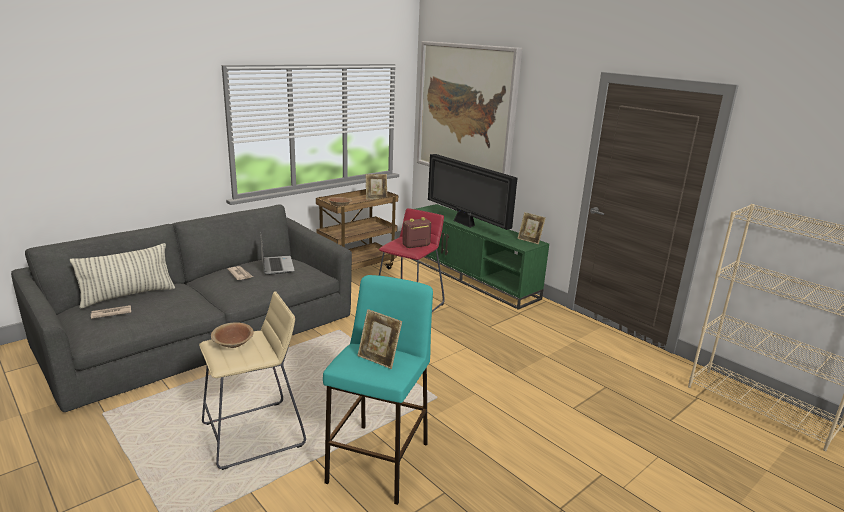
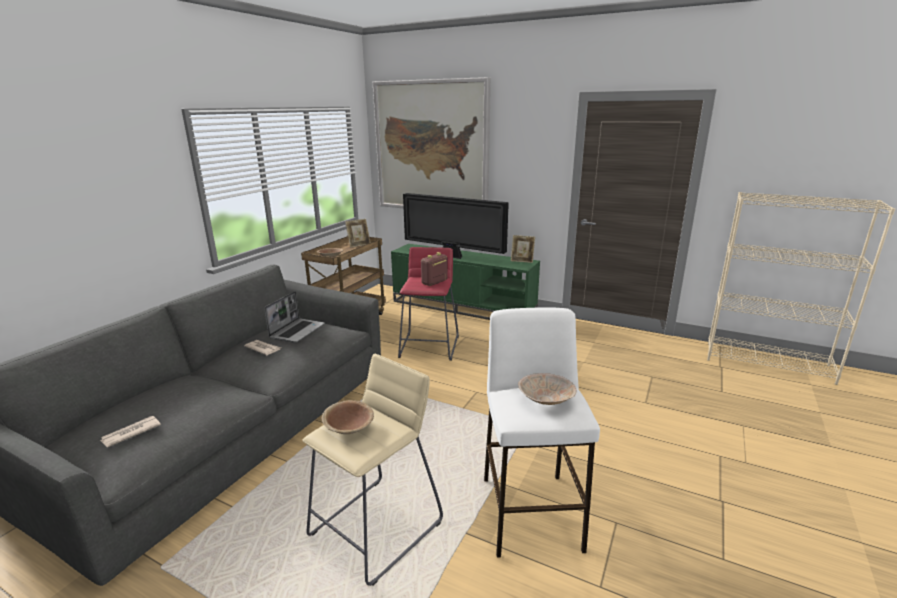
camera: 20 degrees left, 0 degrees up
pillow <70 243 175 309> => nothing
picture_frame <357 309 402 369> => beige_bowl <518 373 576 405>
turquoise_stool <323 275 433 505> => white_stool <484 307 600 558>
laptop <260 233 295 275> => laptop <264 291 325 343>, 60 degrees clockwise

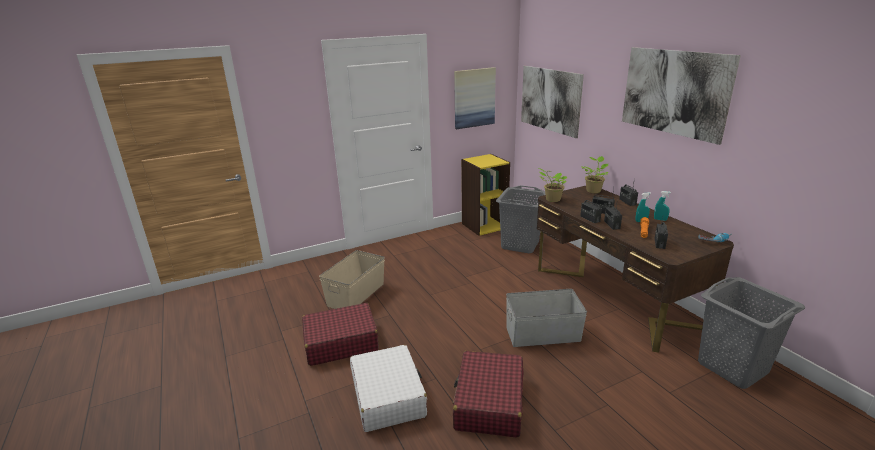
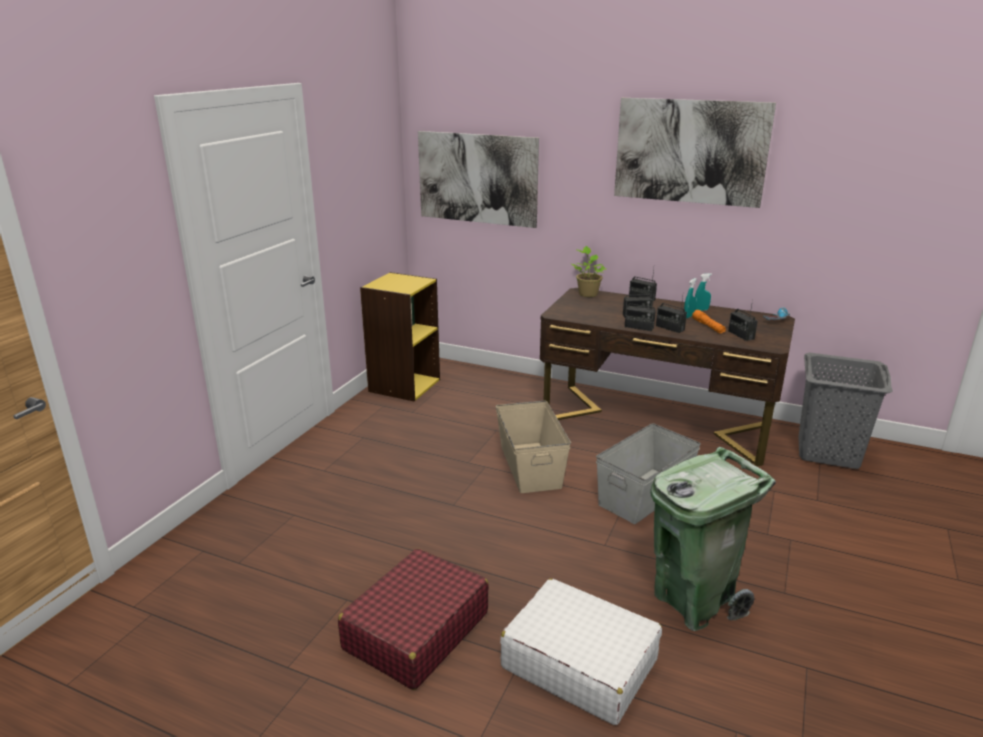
camera: 40 degrees left, 0 degrees up
picture <454 67 496 129> => nothing
grey_laundry_basket <496 185 546 253> => nothing
potted_plant <538 168 567 202> => nothing
beige_storage_box <319 250 385 309> => beige_storage_box <495 401 571 493>, moved
red_suitcase <453 351 524 438> => green_trash_can <650 447 776 631>

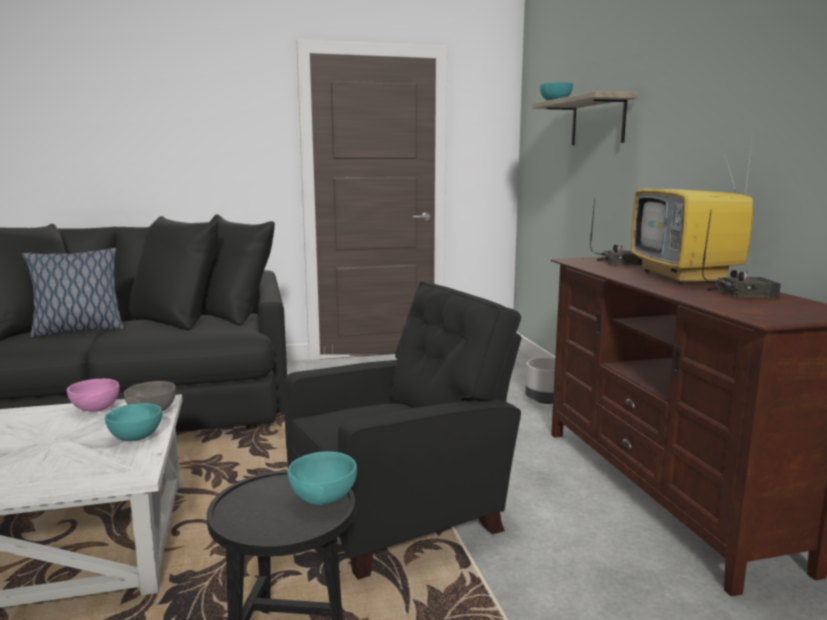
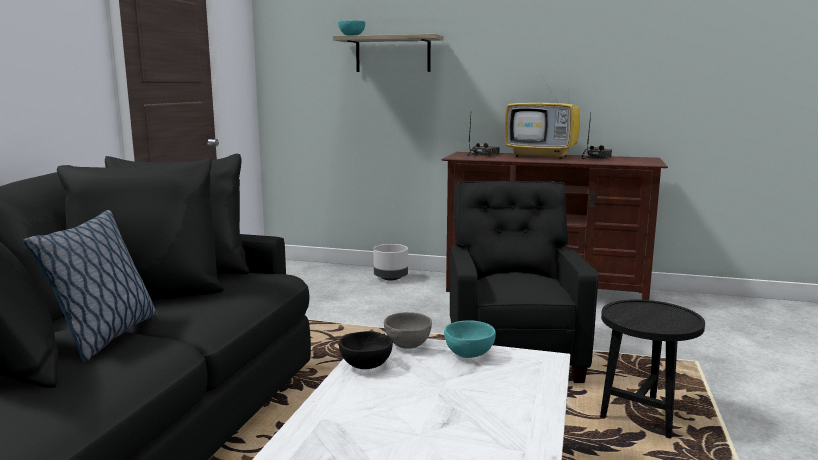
camera: 60 degrees left, 0 degrees up
turquoise_bowl <288 451 357 506> => nothing
pink_bowl <67 379 120 412> => black_bowl <339 331 393 369>

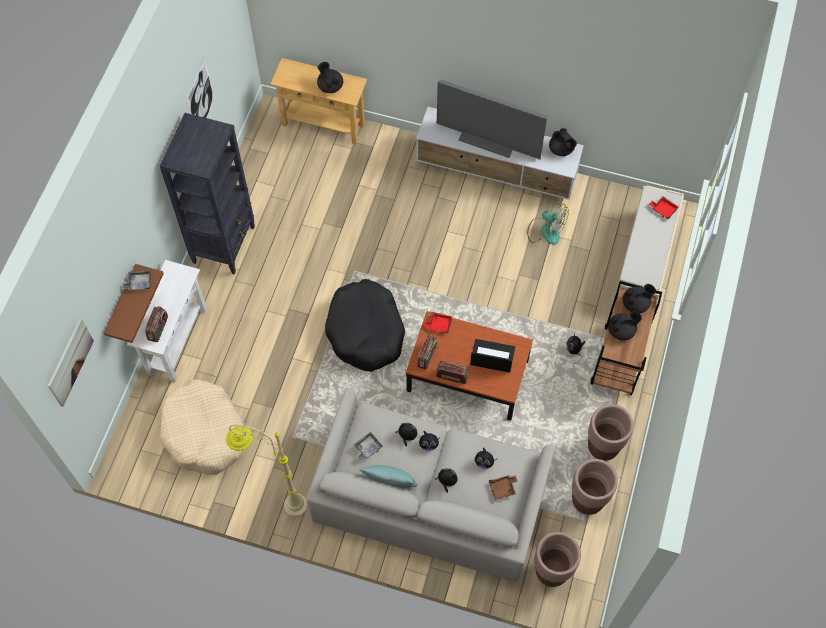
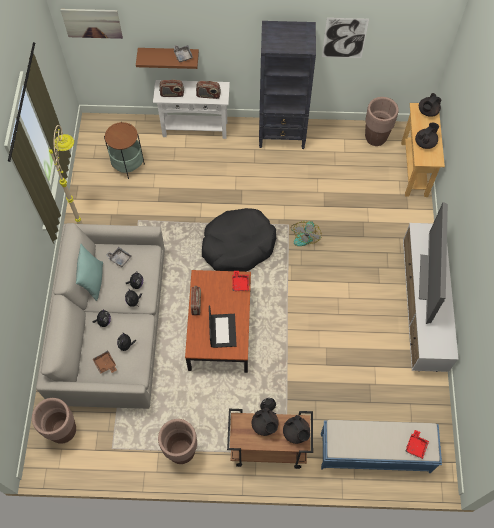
camera: 75 degrees right, 0 degrees up
radio <417 335 437 370> => radio <196 81 221 99>, moved
fan <527 204 569 245> => fan <291 221 322 246>, moved
black_teapot <549 128 577 156> => black_teapot <419 93 441 117>, moved
brown_planter <572 459 618 515> => brown_planter <365 97 399 146>, moved
beige_dog_bed <160 379 245 475> => side_table <104 122 145 179>
beige_bench <613 186 684 306> => blue_bench <321 420 442 473>

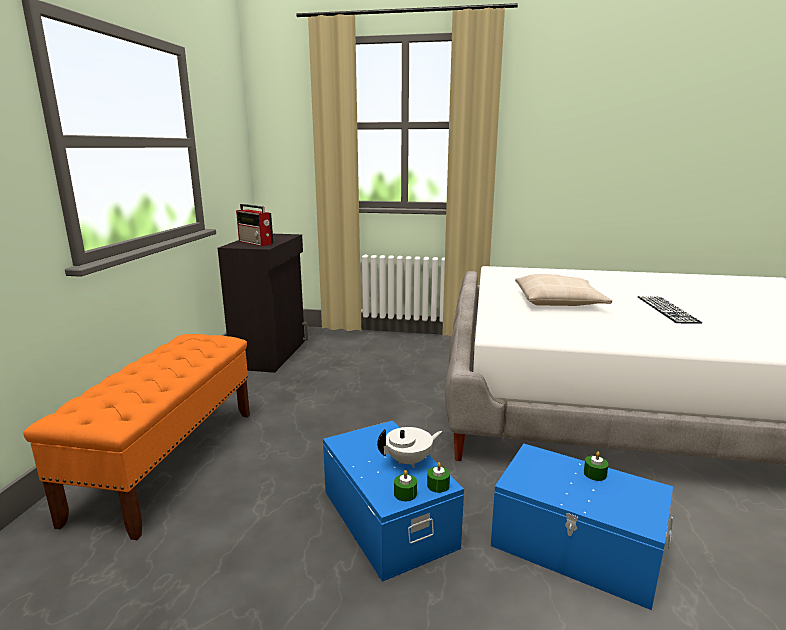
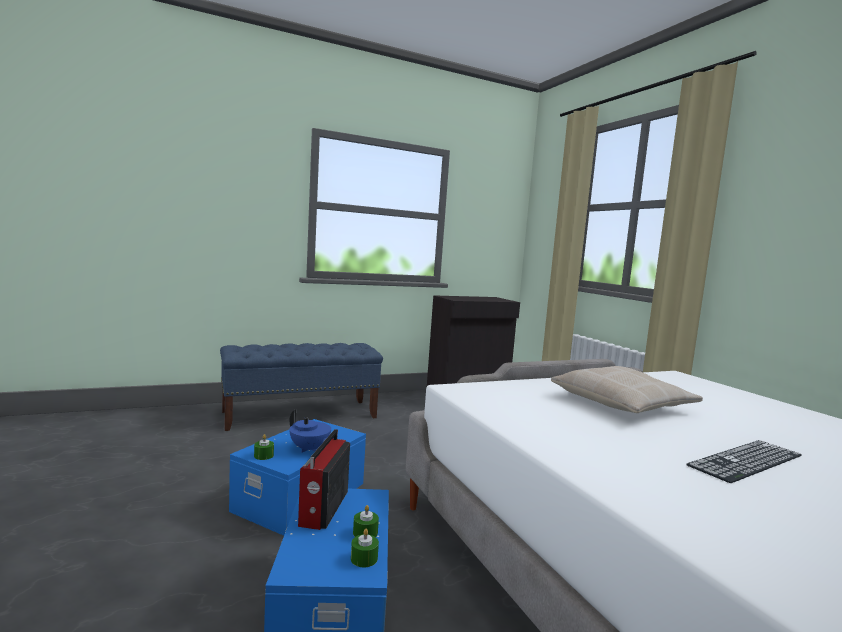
camera: 55 degrees right, 10 degrees down
radio <236 204 273 246> => radio <298 429 350 530>, moved
green_candle <427 462 450 493> => green_candle <351 528 379 567>, moved
orange_bench <23 334 250 540> => blue_bench <220 343 383 431>
white_teapot <377 427 442 468> => blue_teapot <289 410 334 453>

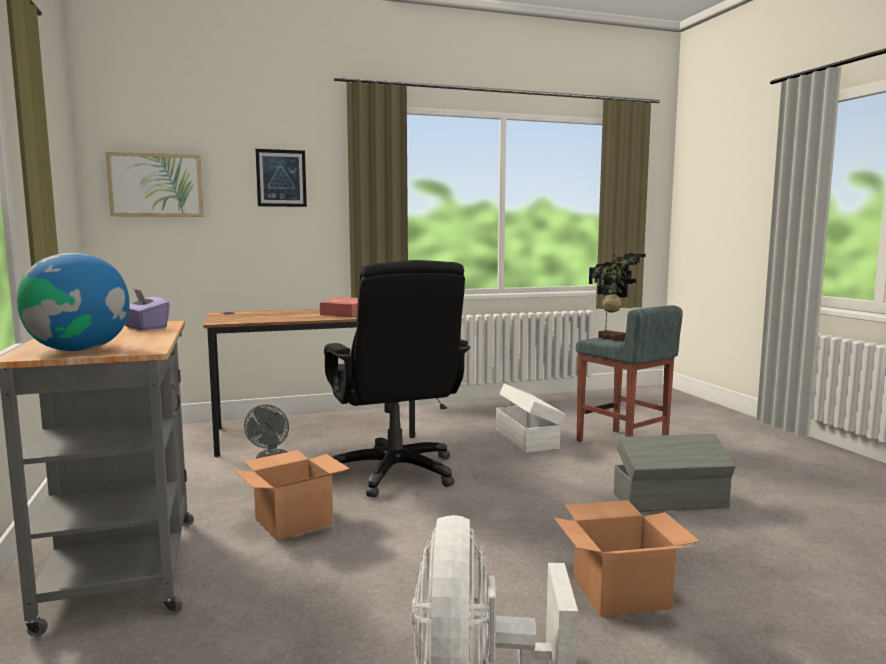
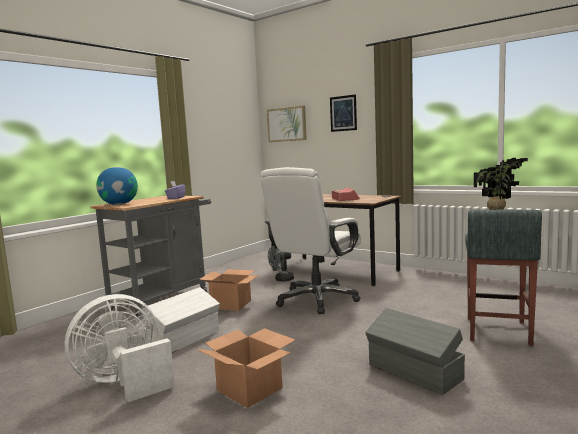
camera: 55 degrees right, 0 degrees up
white_storage_box <496 384 565 453> => white_storage_box <143 287 220 353>, moved
black_office_chair <324 260 471 497> => white_office_chair <260 167 361 314>

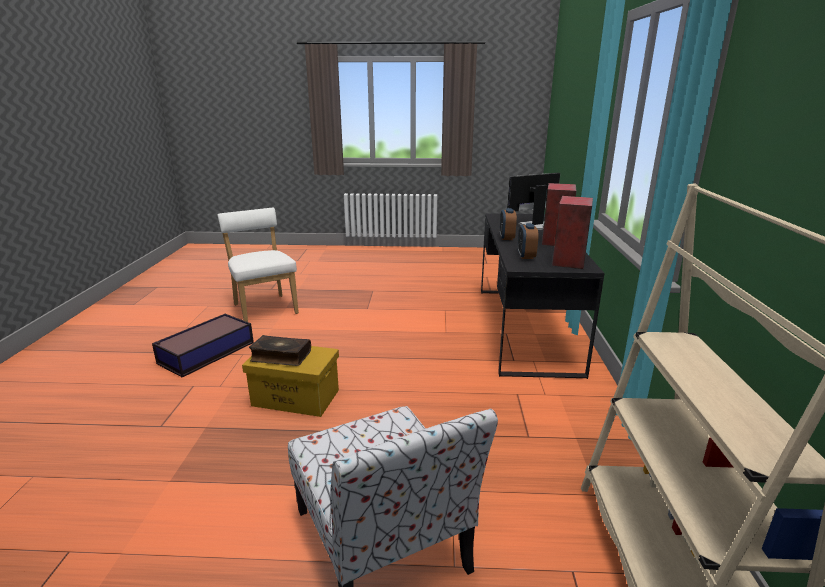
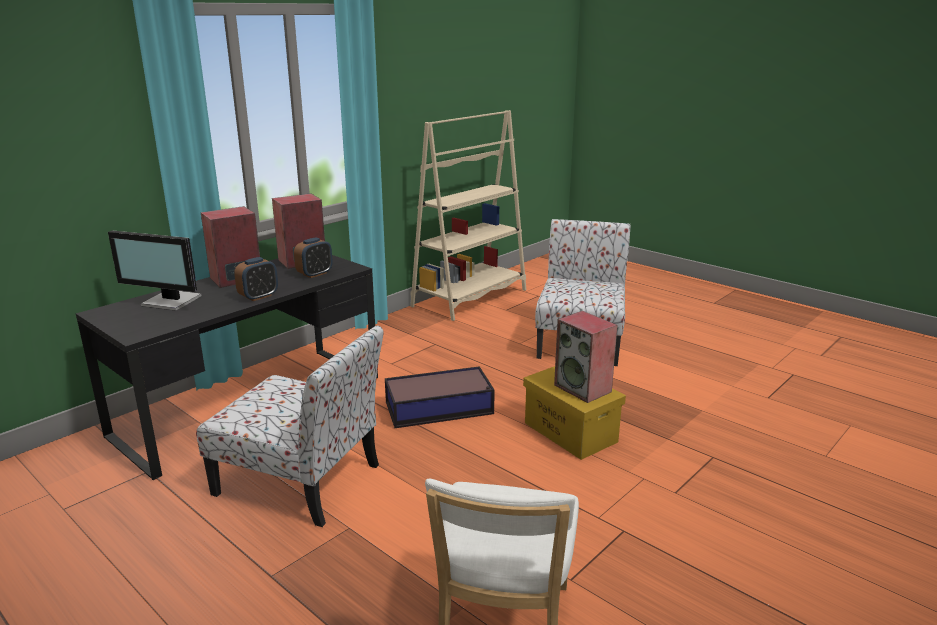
camera: 140 degrees left, 0 degrees up
nothing => chair <196 326 383 527>
storage_box <152 314 254 377> => storage_box <385 366 495 428>, moved
book <249 335 311 366> => speaker <554 311 618 403>

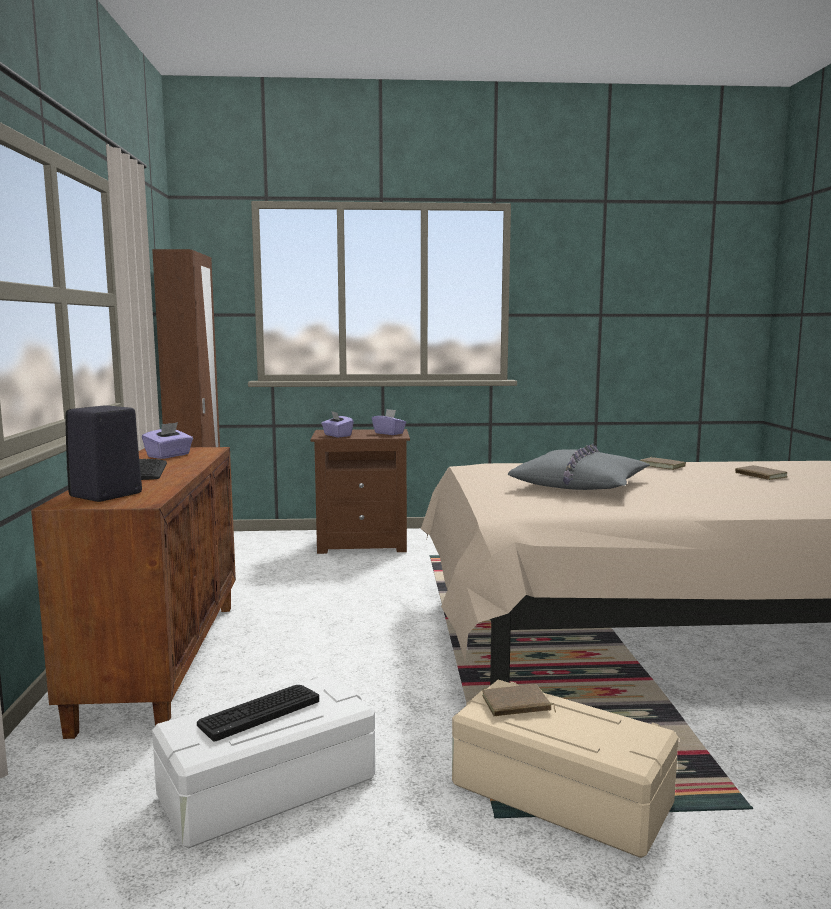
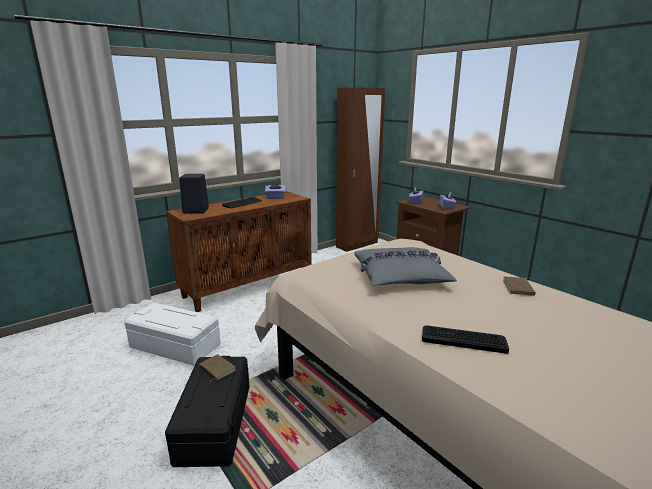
camera: 55 degrees right, 10 degrees up
brown_book <735 465 787 480> => nothing
keyboard <197 685 319 741> => keyboard <422 326 509 354>, moved
beige_storage_box <452 680 678 858> => black_storage_box <165 356 250 467>

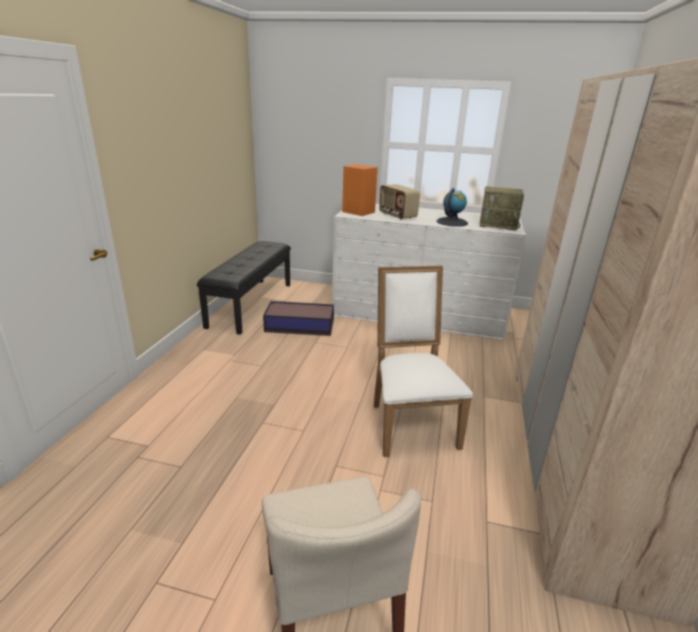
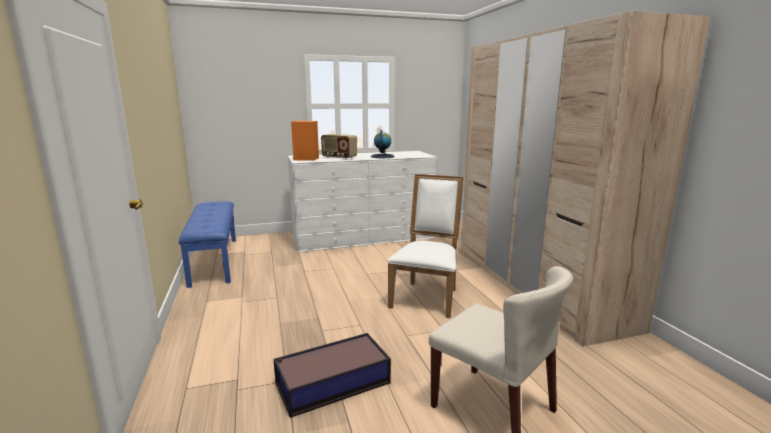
camera: 30 degrees left, 10 degrees down
radio <480 186 524 231> => nothing
storage_box <263 301 334 336> => storage_box <273 333 391 418>, moved
black_bench <197 241 291 335> => blue_bench <179 201 236 288>
white_chair <374 265 473 457> => white_chair <387 174 464 318>, 60 degrees clockwise

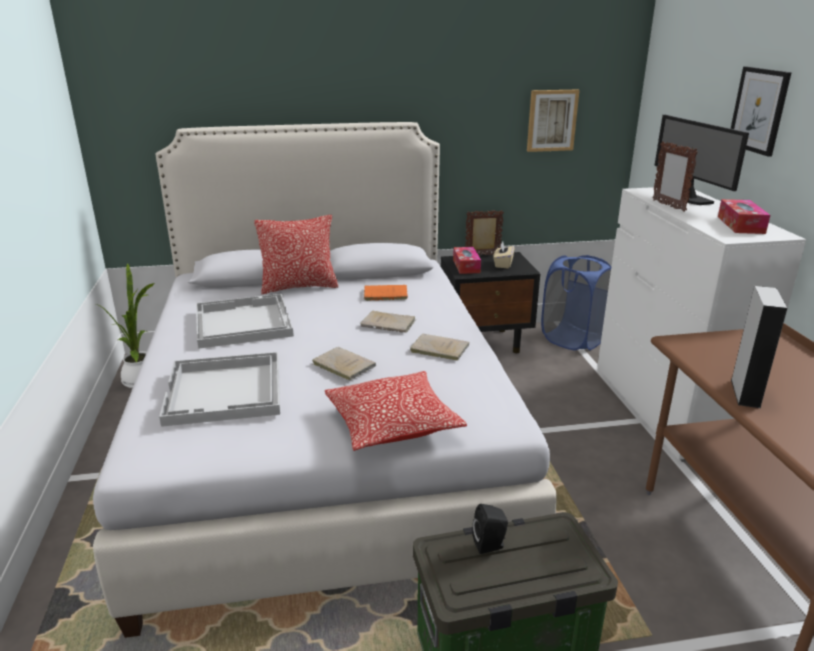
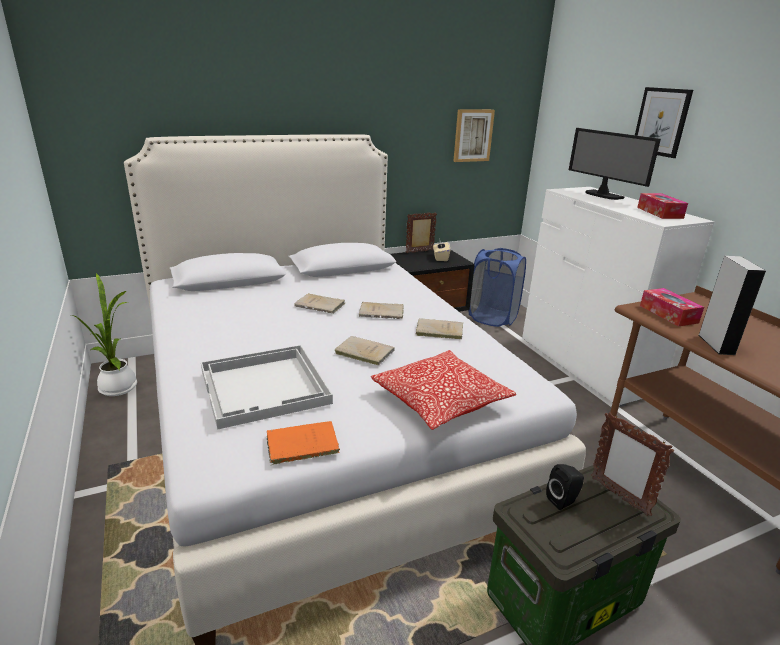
camera: 15 degrees left, 0 degrees up
white_tray <196 294 294 349> => nothing
pillow <254 215 338 294> => nothing
nothing => beige_book <294 293 345 313>
orange_book <364 285 408 301> => orange_book <266 421 340 466>, moved
tissue_box <453 247 481 274> => tissue_box <640 288 704 327>, moved
picture_frame <652 141 698 212> => picture_frame <591 412 674 516>, moved

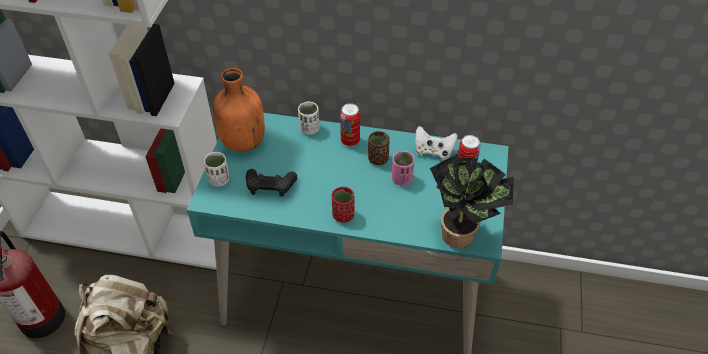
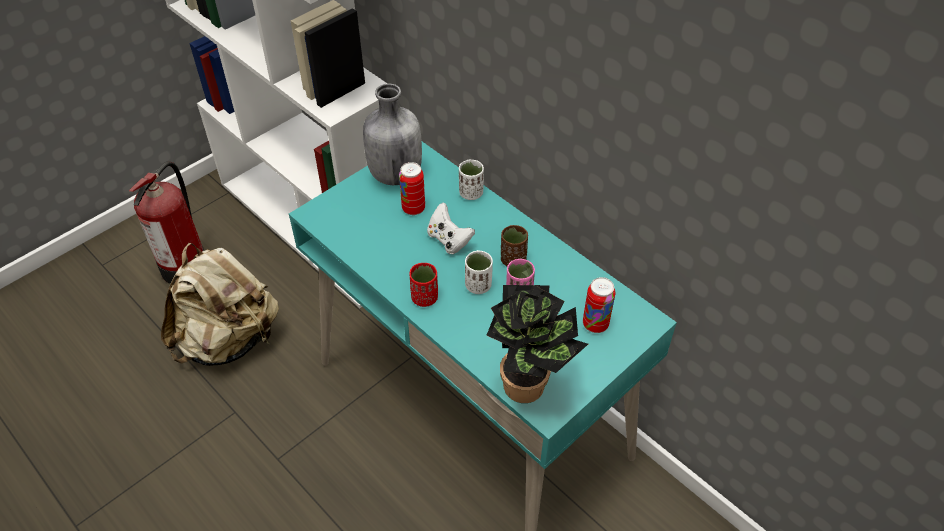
camera: 35 degrees right, 0 degrees up
black_game_controller <246 169 297 197> => nothing
white_cup <204 152 229 187> => white_cup <465 250 493 294>, moved
can <340 103 360 146> => can <399 162 425 215>, moved
white_game_controller <415 126 457 160> => white_game_controller <427 203 475 254>, moved
orange_bottle <213 68 265 152> => grey_bottle <363 84 422 185>

